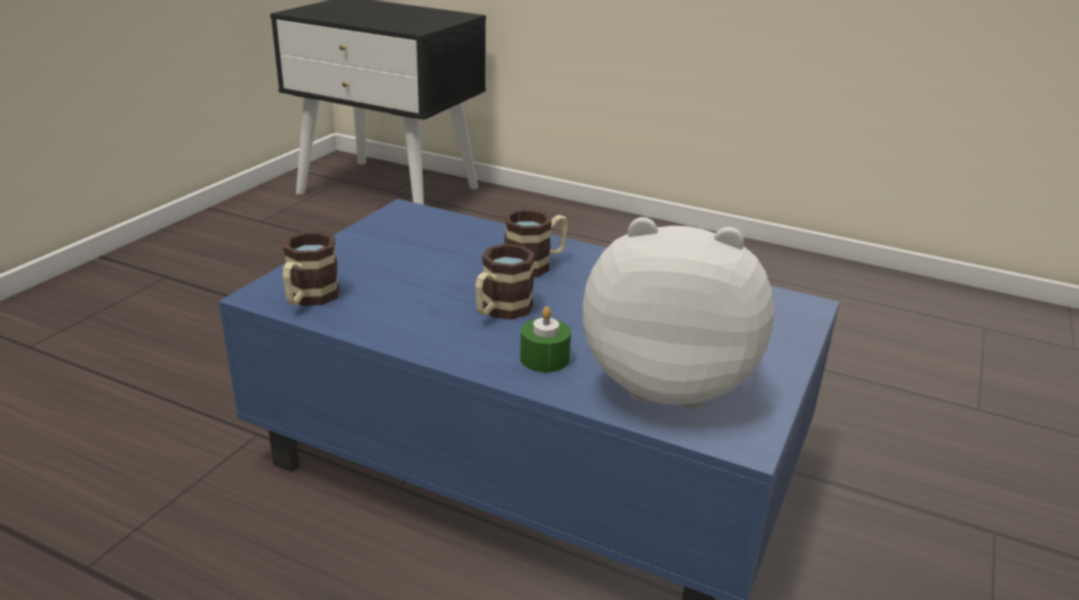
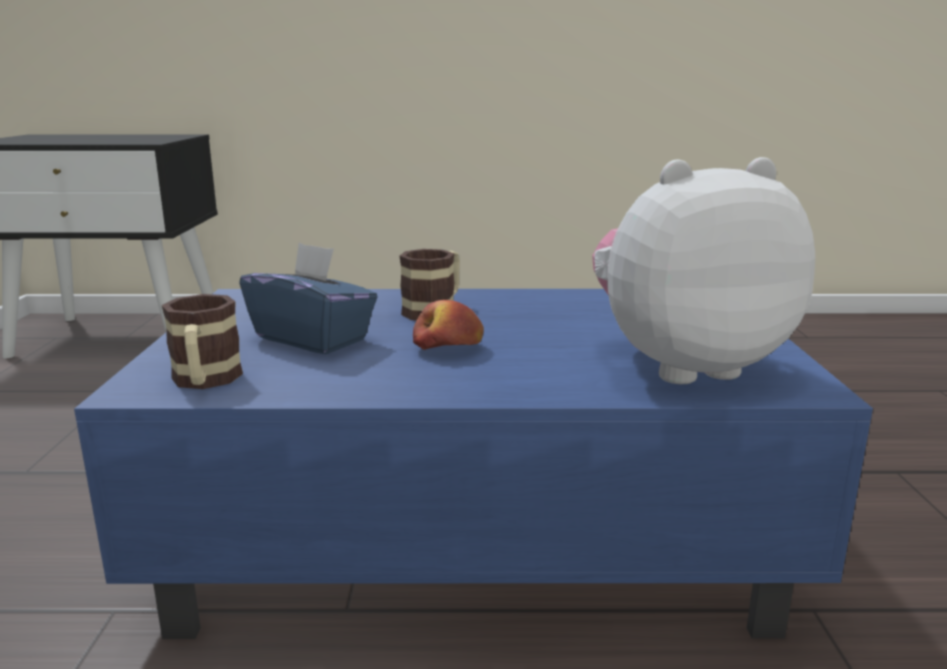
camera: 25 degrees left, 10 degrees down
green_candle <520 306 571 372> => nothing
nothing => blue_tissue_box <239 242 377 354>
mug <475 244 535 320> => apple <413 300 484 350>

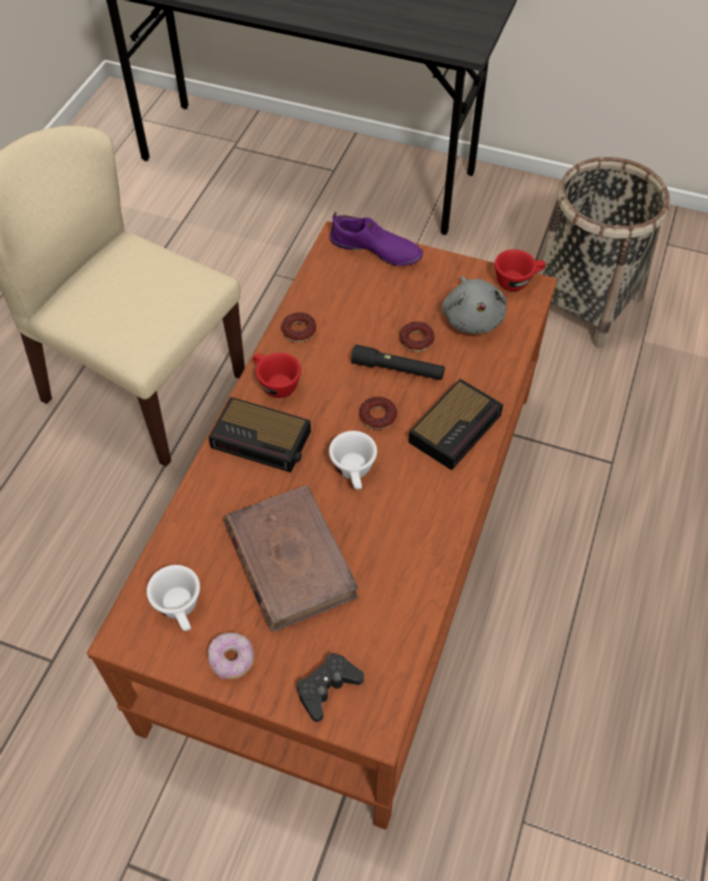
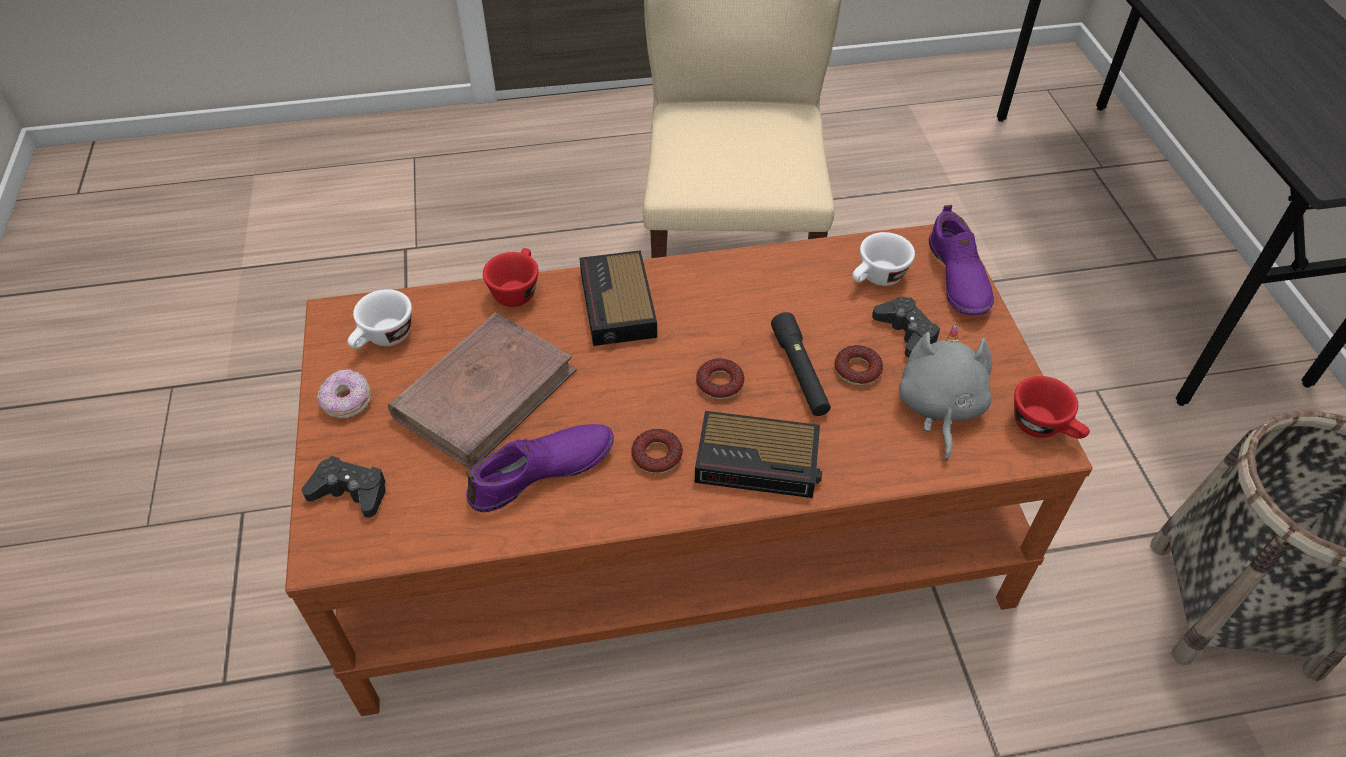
camera: 60 degrees right, 5 degrees down
nothing => purple_shoe <466 424 614 512>
nothing => black_game_controller <872 297 940 358>
red_cup <253 352 301 398> => red_cup <483 248 538 307>, moved
donut <281 312 316 342> => donut <631 429 683 474>, moved
white_cup <329 431 377 489> => white_cup <852 232 915 286>, moved
grey_plush_toy <442 276 507 334> => grey_plush_toy <899 325 992 461>, 135 degrees clockwise

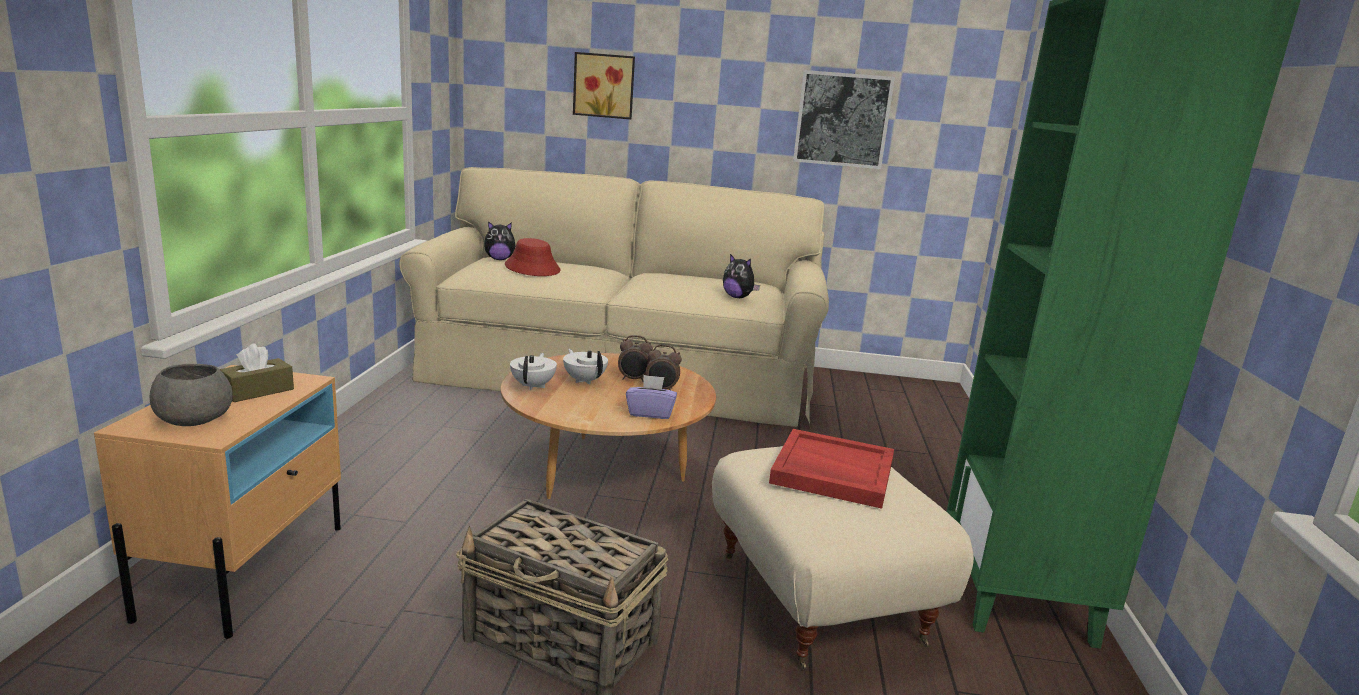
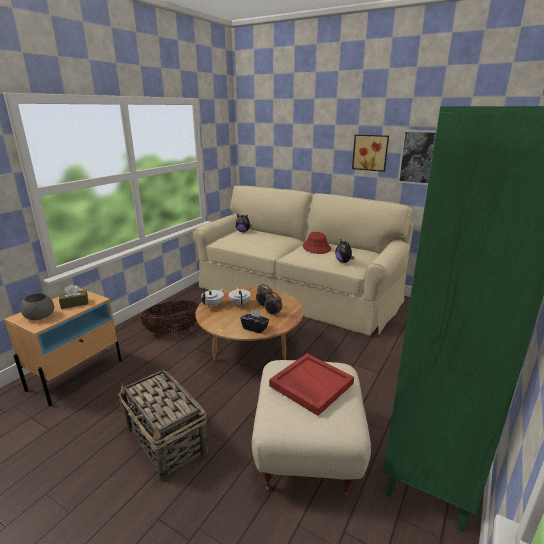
camera: 25 degrees right, 5 degrees up
nothing => basket <141 300 199 334>
red_hat <505 238 561 276> => red_hat <303 232 331 254>, moved
picture <573 52 635 119> => picture <352 135 389 172>, moved
purple_tissue_box <626 375 677 419> => black_tissue_box <240 309 269 333>

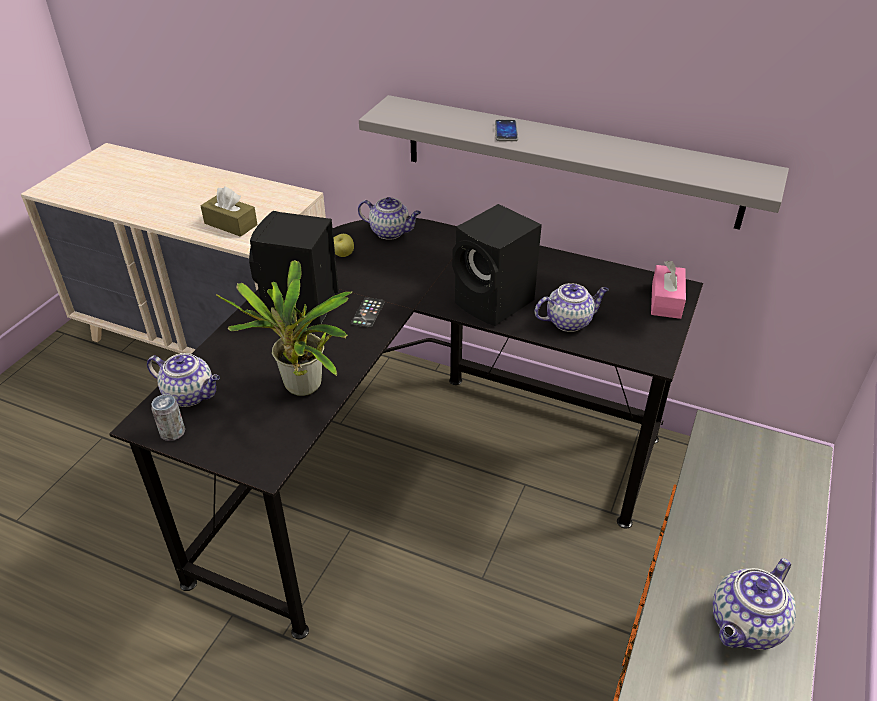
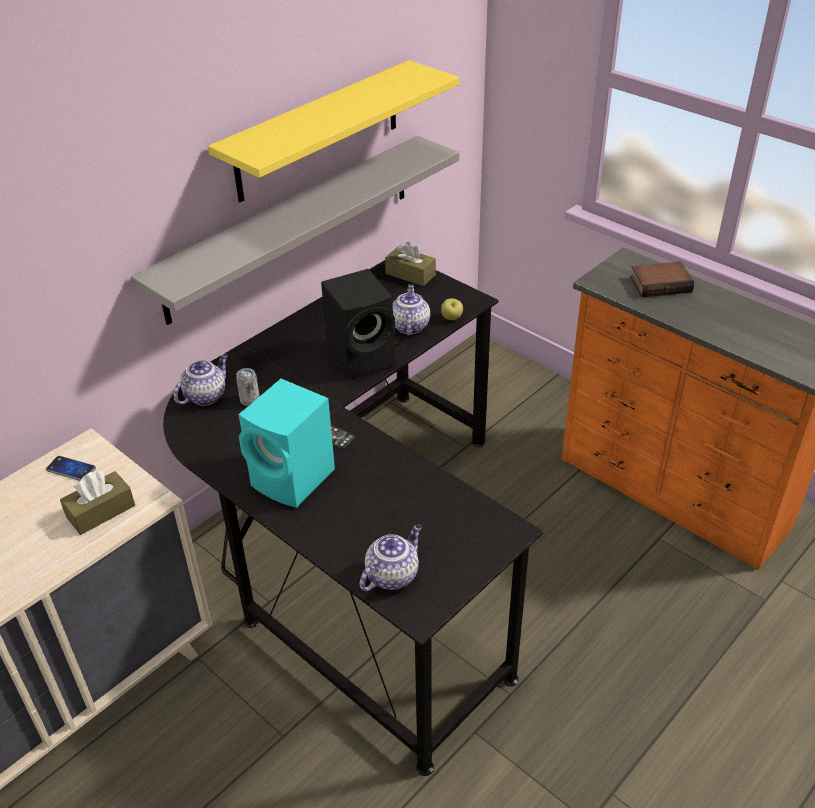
camera: 70 degrees left, 0 degrees up
potted_plant <215 260 353 396> => nothing
teapot <713 558 796 650> => nothing
nothing => yellow_shelf <208 60 460 202>
nothing => book <630 262 694 297>
can <151 394 185 441> => can <236 368 260 406>, moved
apple <334 234 354 257> => apple <441 298 463 320>, moved
phone <495 120 518 141> => phone <46 456 96 481>, moved
black_speaker <249 211 339 325> => turquoise_speaker <239 379 335 508>
pink_tissue_box <651 261 686 319> => brown_tissue_box <385 242 436 286>

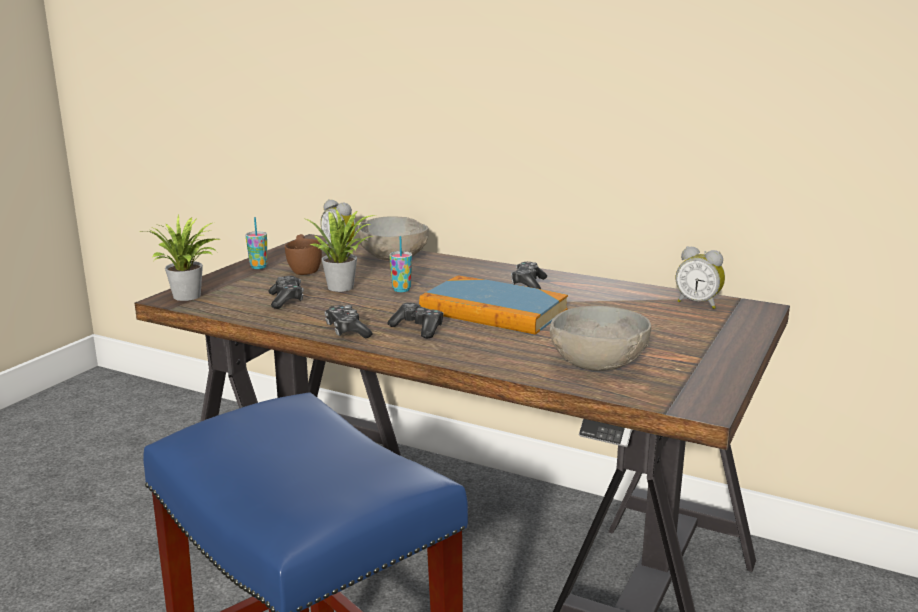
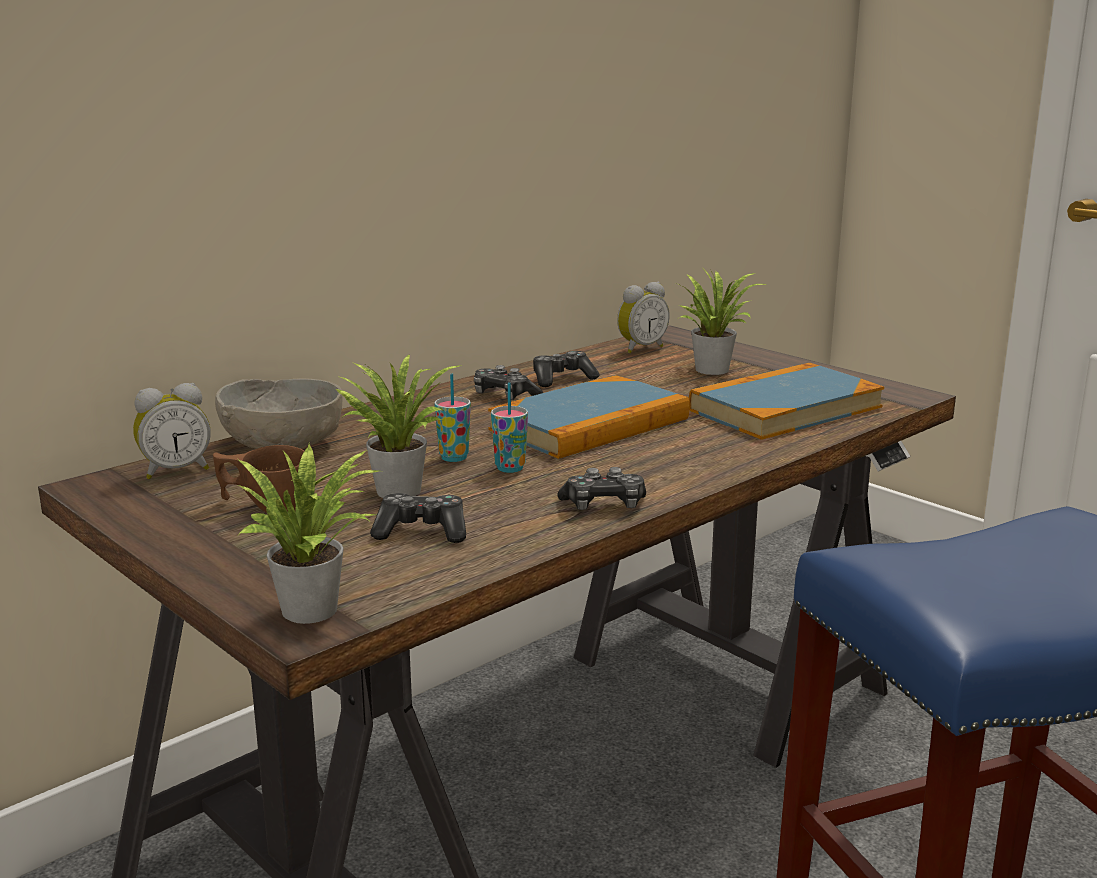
camera: 70 degrees left, 0 degrees up
nothing => potted_plant <679 270 768 375>
cup <245 217 267 269> => cup <491 382 528 473>, moved
game_controller <388 303 444 339> => game_controller <533 351 599 387>, moved
grey_bowl <549 306 651 371> => book <689 363 884 440>

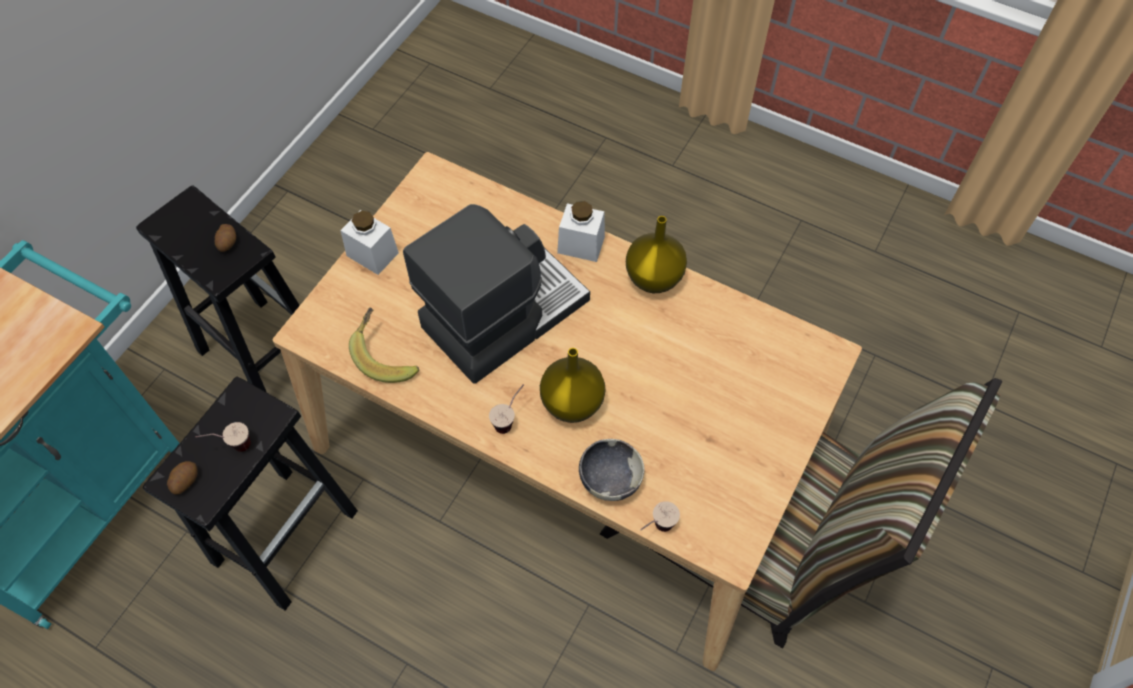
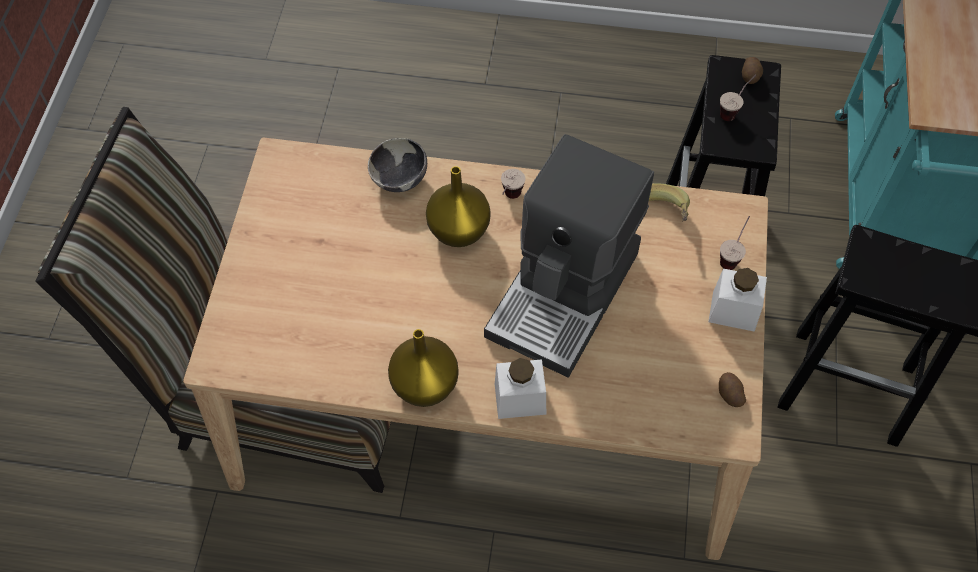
camera: 160 degrees right, 0 degrees up
potato <215 224 236 252> => potato <719 372 746 407>, moved
cup <640 501 680 532> => cup <720 216 750 270>, moved

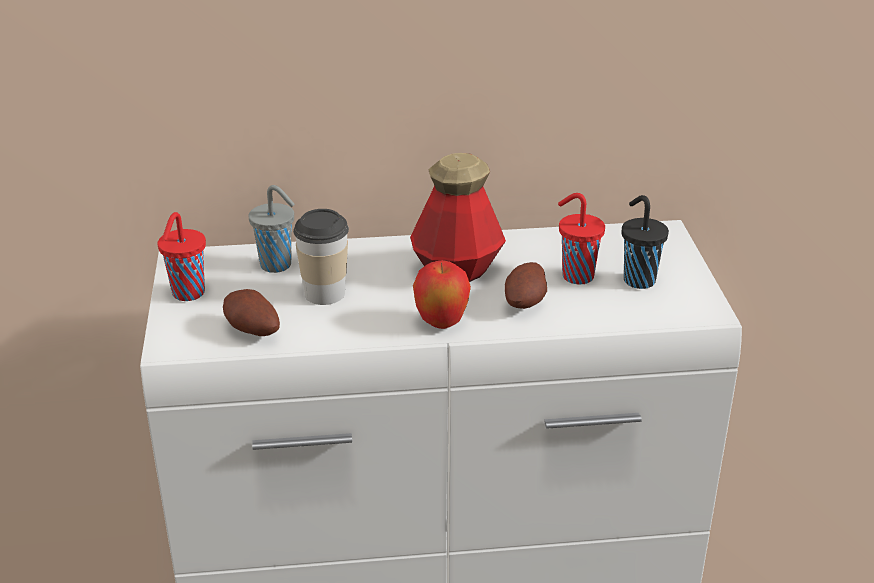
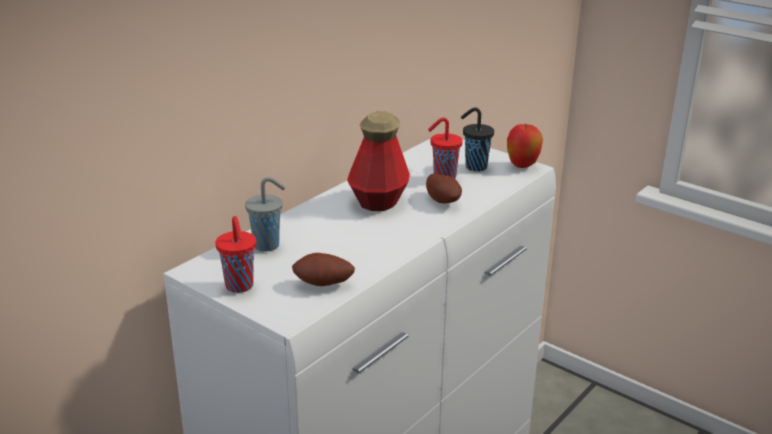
camera: 45 degrees left, 5 degrees down
cup <293 209 349 305> => nothing
apple <413 260 471 329> => apple <507 124 543 168>, moved

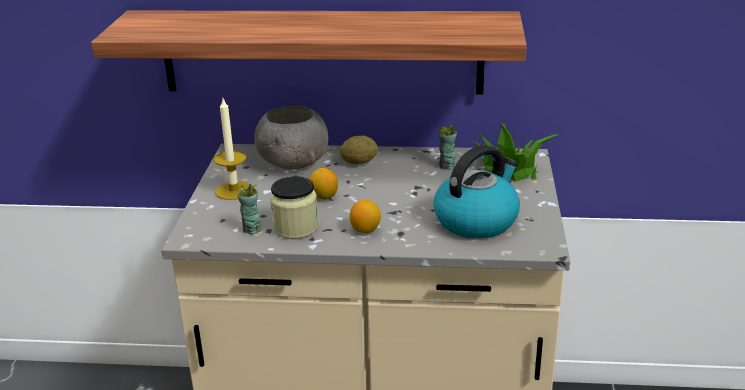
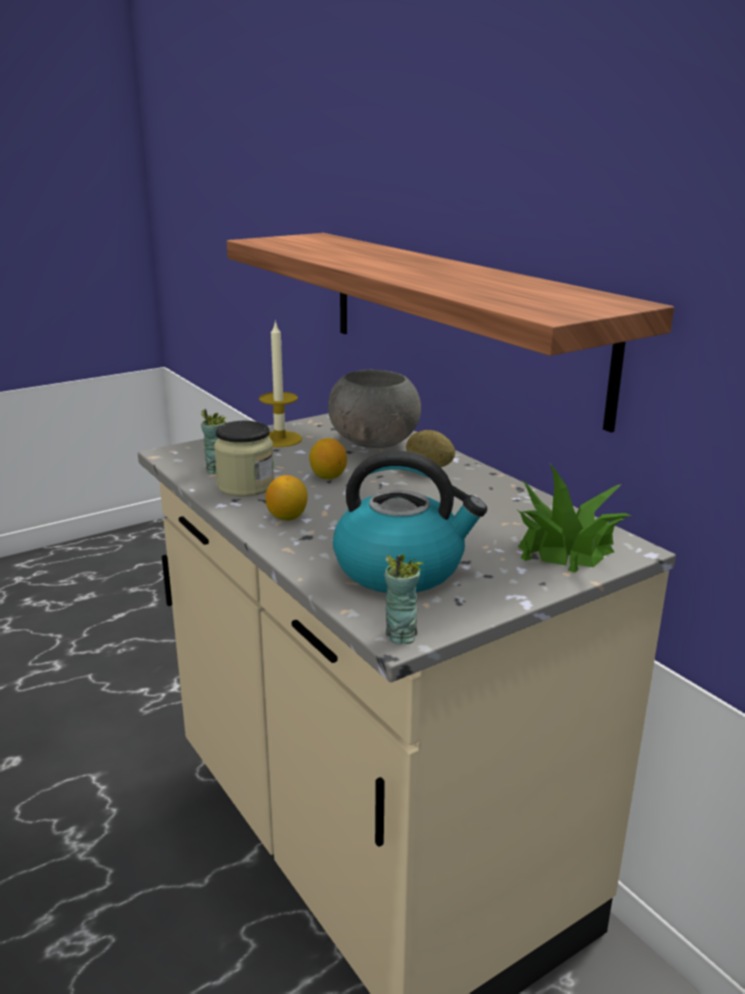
camera: 50 degrees right, 5 degrees down
cup <439 123 457 170> => cup <384 554 424 644>, moved

